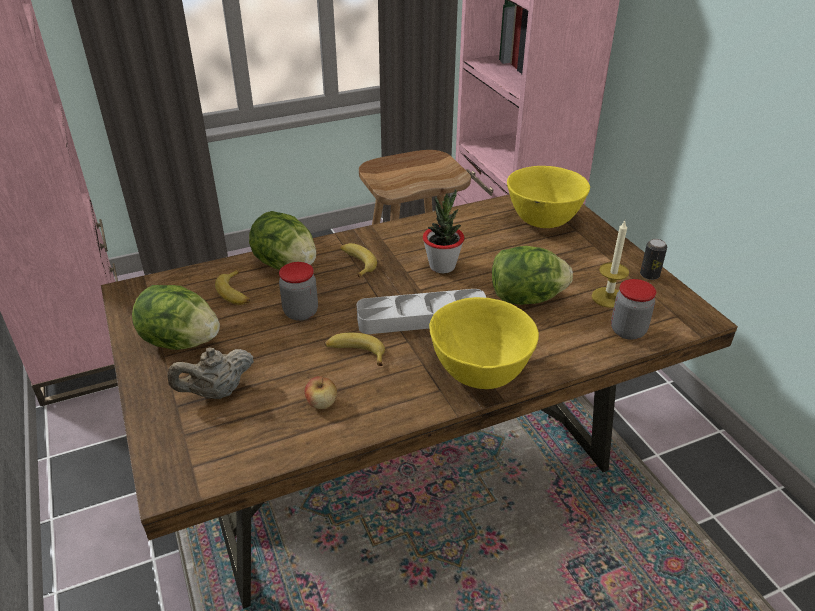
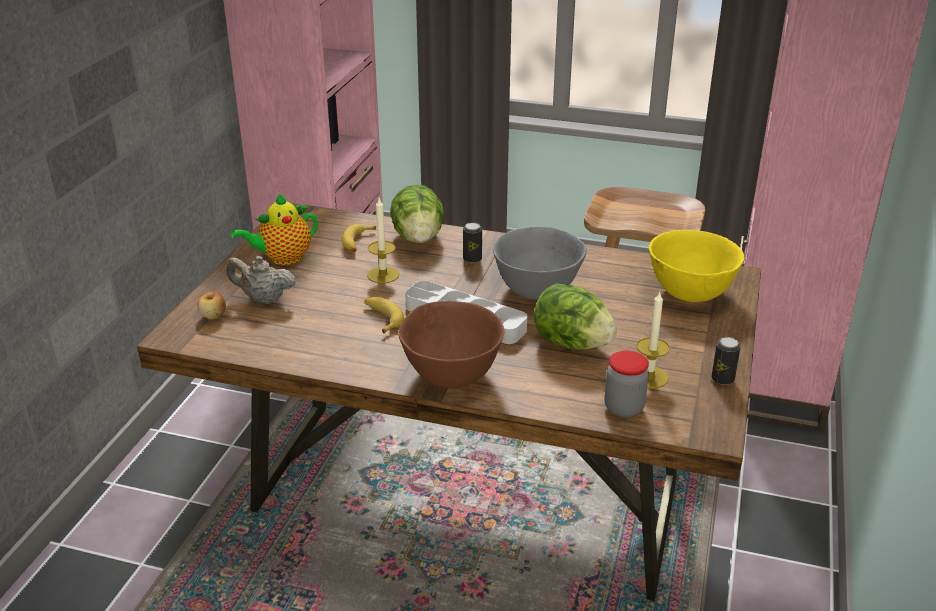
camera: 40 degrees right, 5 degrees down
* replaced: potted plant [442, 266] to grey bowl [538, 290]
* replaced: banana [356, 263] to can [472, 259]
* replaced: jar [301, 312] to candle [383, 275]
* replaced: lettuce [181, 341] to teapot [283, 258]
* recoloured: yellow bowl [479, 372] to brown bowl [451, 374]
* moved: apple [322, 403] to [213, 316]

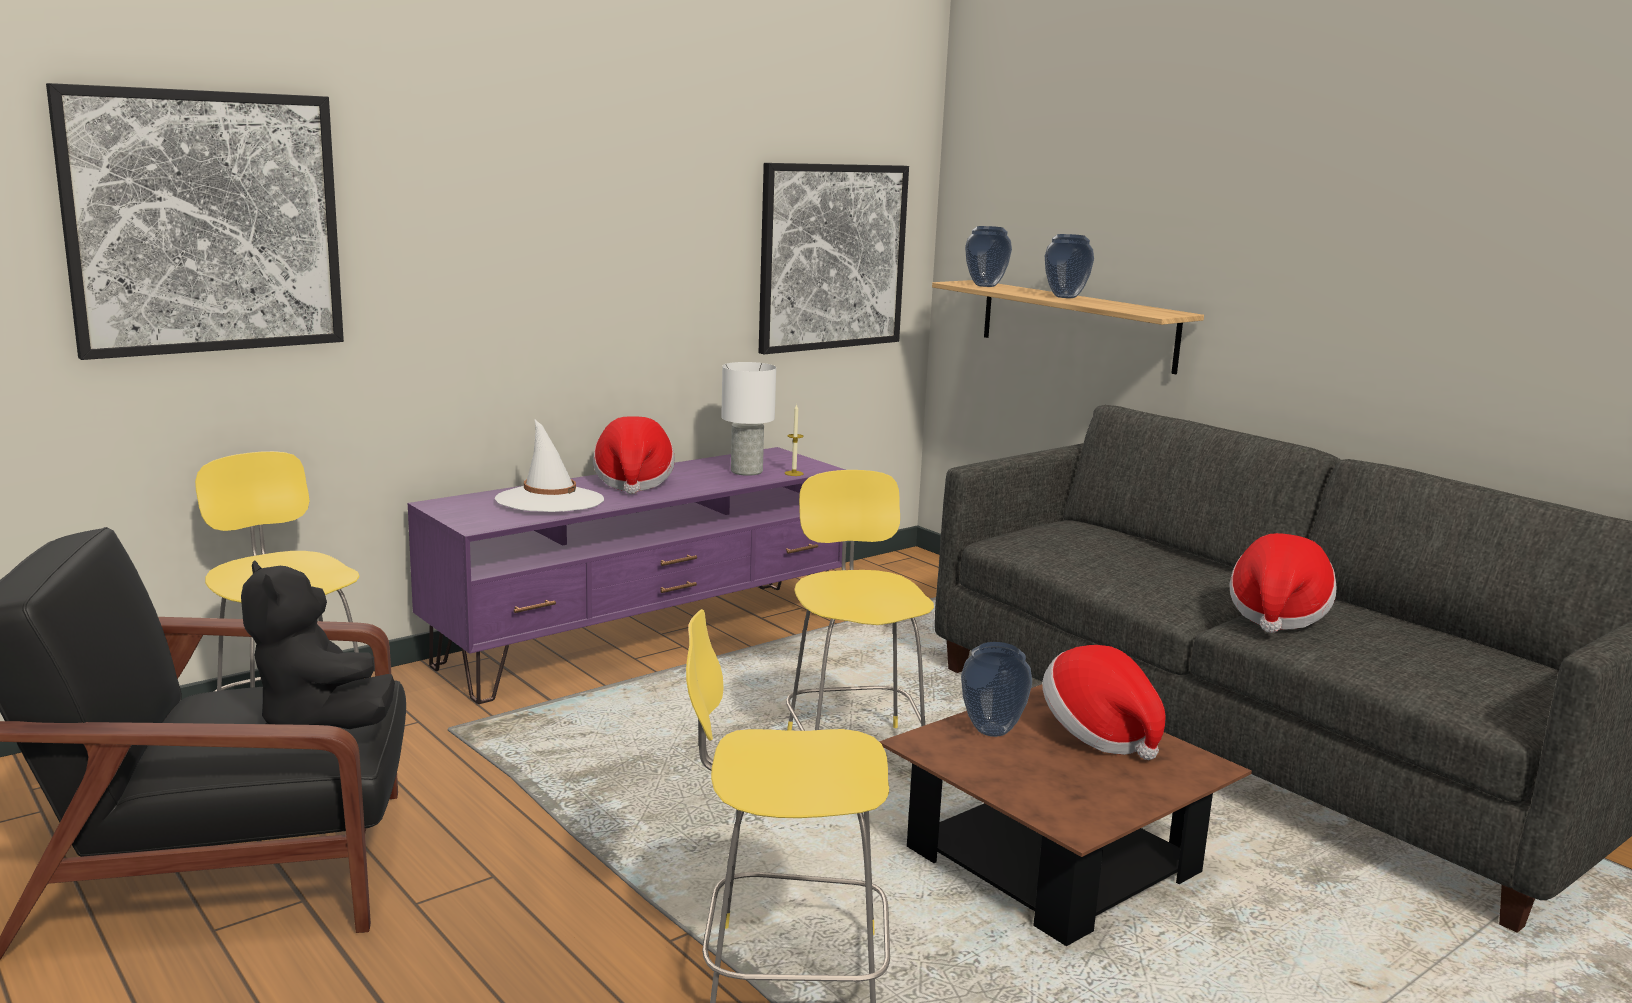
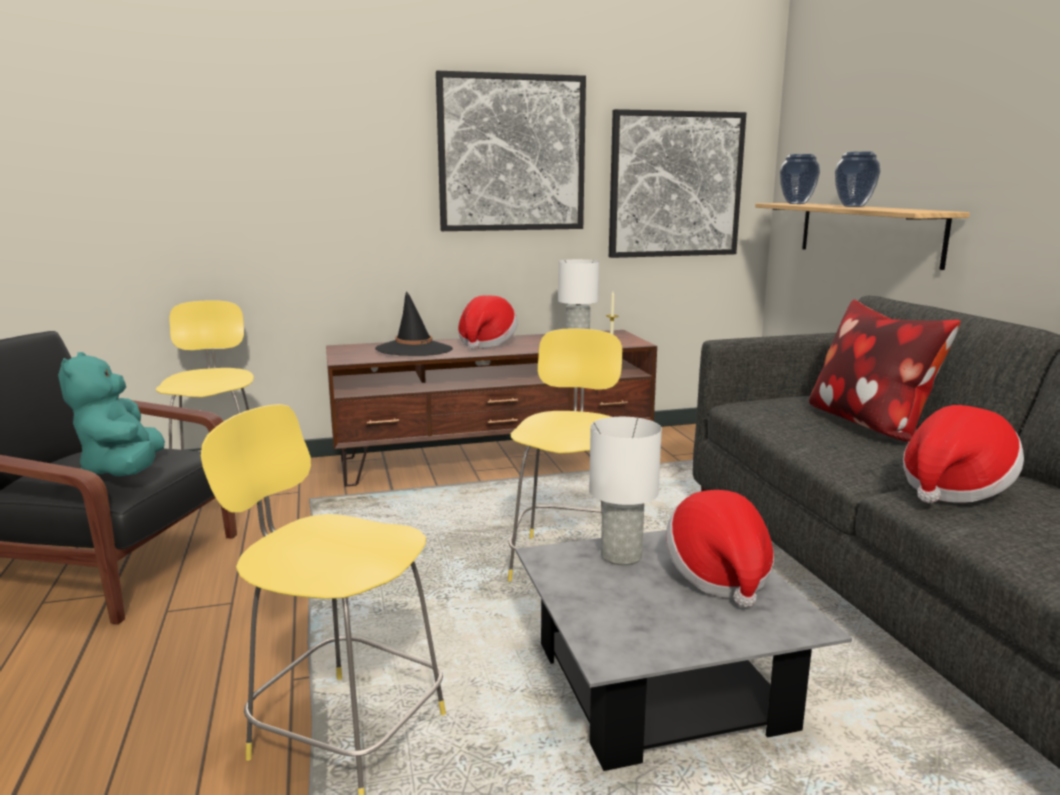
camera: 25 degrees right, 0 degrees up
* moved: picture [205, 222] to [512, 153]
* recoloured: white hat [550, 500] to black hat [414, 350]
* recoloured: purple tv stand [644, 638] to brown tv stand [494, 458]
* recoloured: black plush toy [317, 722] to turquoise plush toy [124, 471]
* replaced: vase [991, 731] to white table lamp [620, 556]
* recoloured: brown coffee table [1052, 860] to grey coffee table [660, 685]
* added: pillow [869, 424]

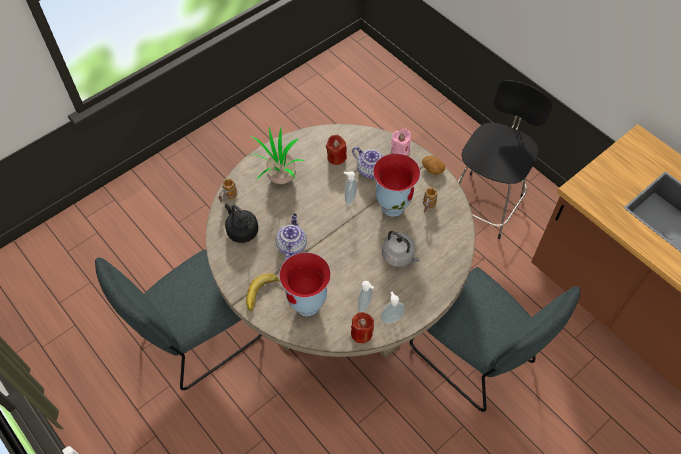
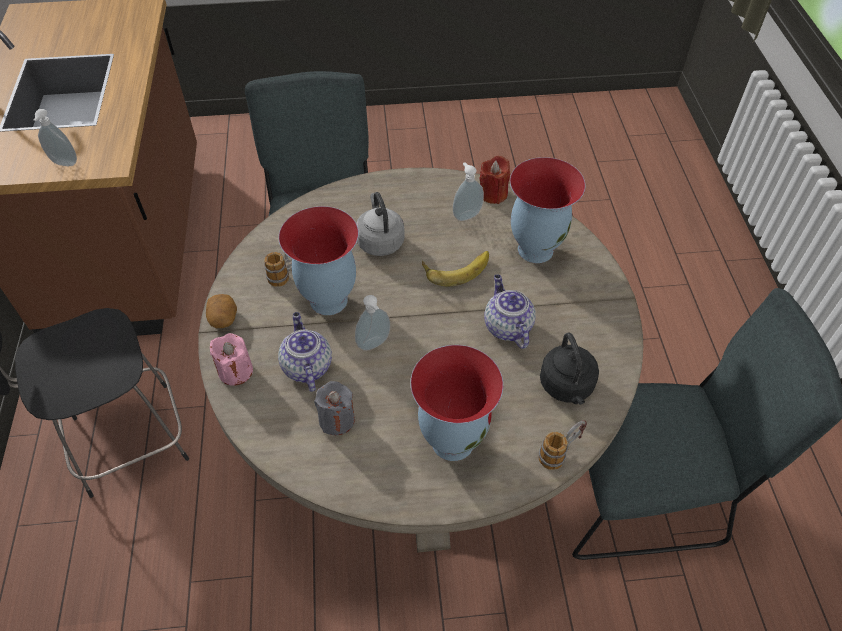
camera: 145 degrees left, 5 degrees down
* replaced: potted plant [279, 177] to vase [452, 439]
* recoloured: red candle [336, 157] to grey candle [337, 419]
* turned: teapot [291, 245] = [506, 326] 120 degrees clockwise
* moved: banana [264, 294] to [456, 267]
* moved: soap dispenser [391, 318] to [64, 164]

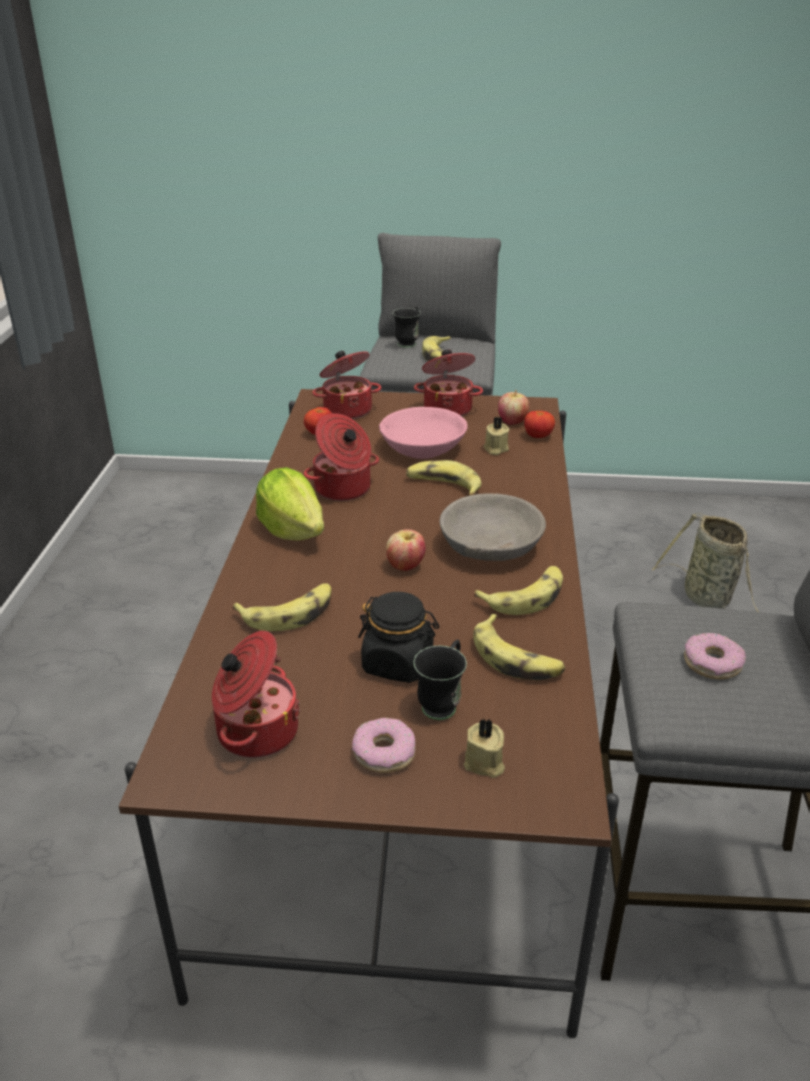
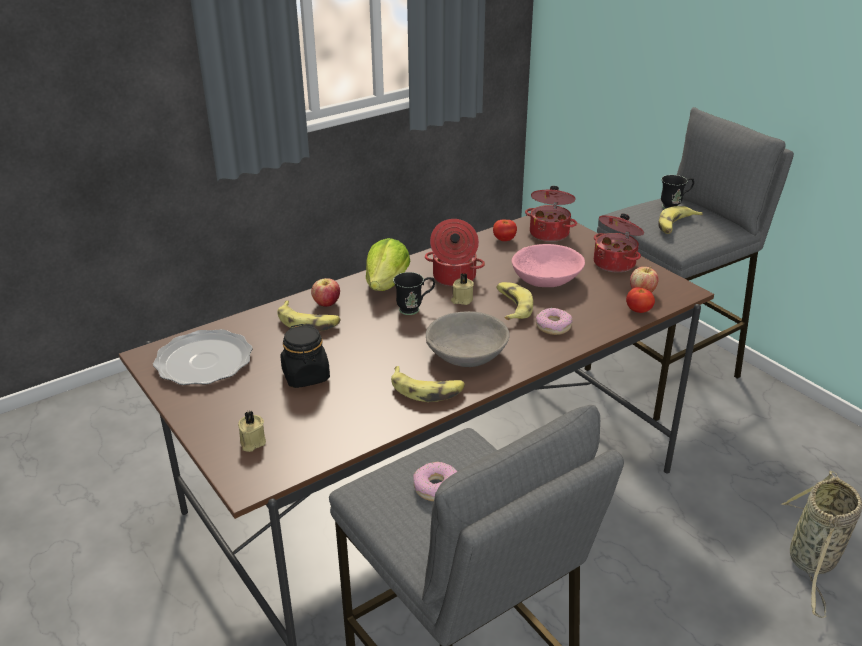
camera: 50 degrees right, 0 degrees up
* moved: beige candle [495, 449] to [461, 299]
* moved: apple [405, 566] to [326, 304]
* removed: banana [516, 658]
* replaced: cooking pot [255, 731] to plate [203, 361]
* moved: black mug [443, 702] to [414, 309]
* moved: donut [384, 753] to [553, 326]

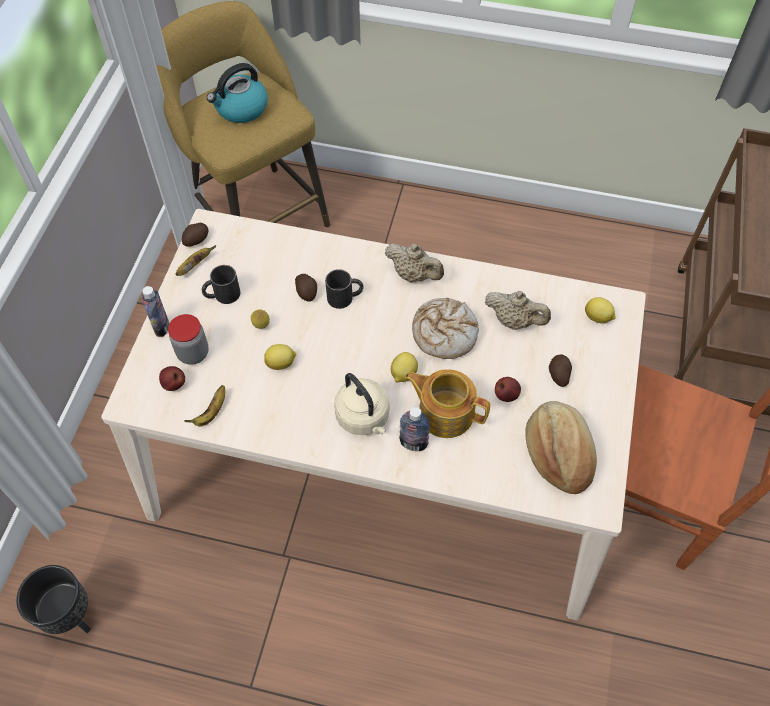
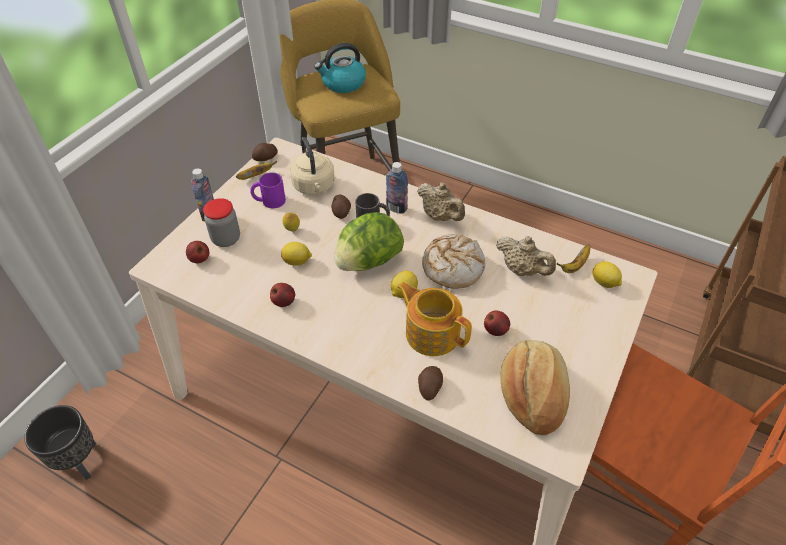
camera: 15 degrees right, 10 degrees down
* recoloured: black mug [222, 295] to purple mug [269, 201]
* moved: potato [558, 374] to [429, 387]
* moved: beige kettle [364, 418] to [314, 187]
* moved: banana [211, 412] to [574, 266]
* moved: bottle [413, 443] to [396, 208]
* added: lettuce [368, 261]
* added: apple [284, 302]

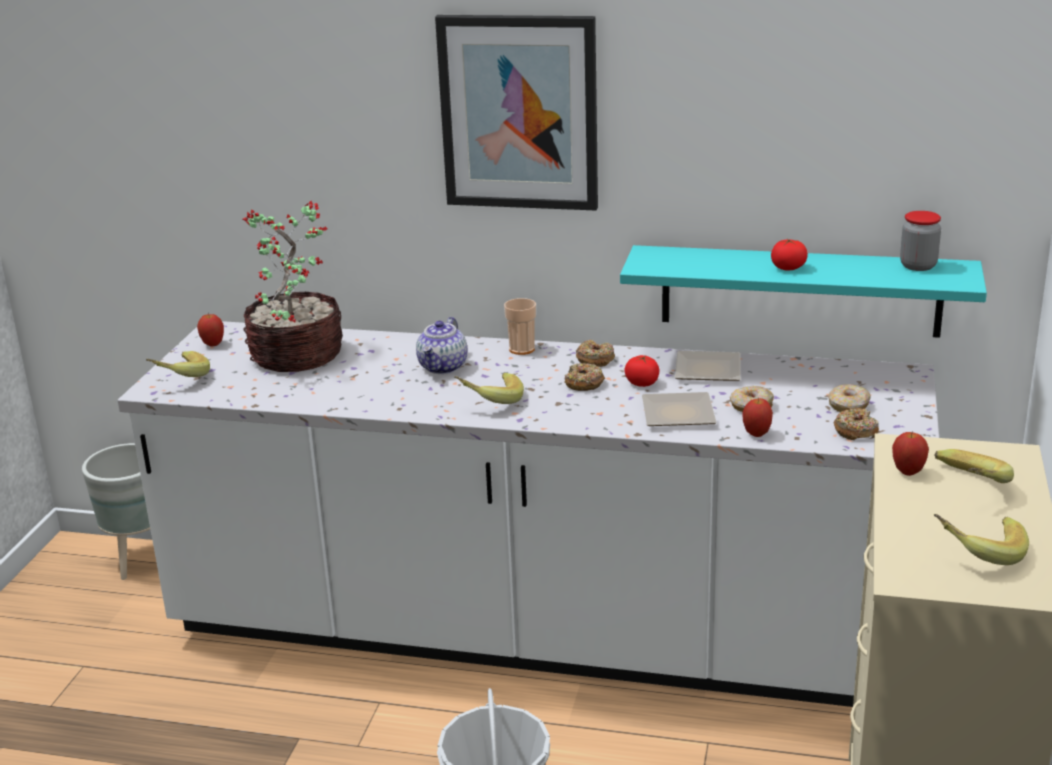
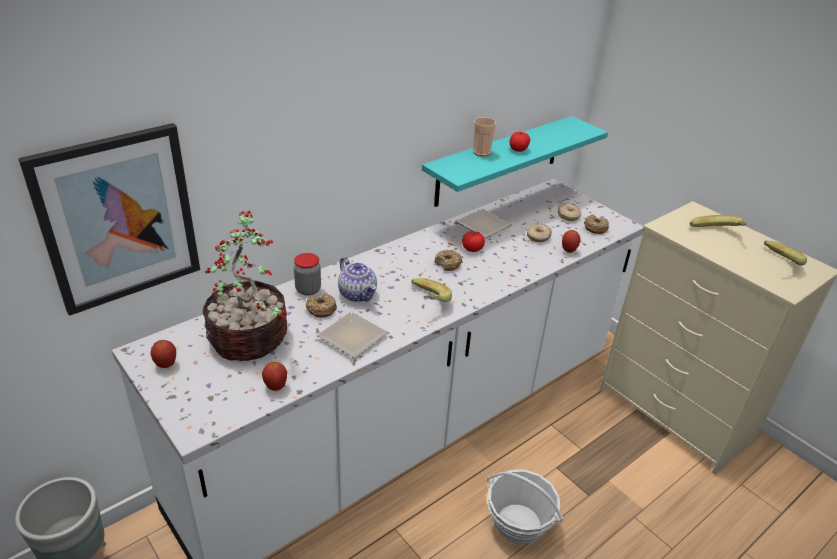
camera: 55 degrees left, 10 degrees up
* moved: picture [519, 112] to [118, 219]
* moved: jar [918, 266] to [308, 289]
* moved: cup [522, 349] to [481, 152]
* moved: donut [595, 360] to [321, 309]
* removed: banana [178, 378]
* moved: plate [680, 413] to [352, 335]
* moved: apple [908, 472] to [276, 387]

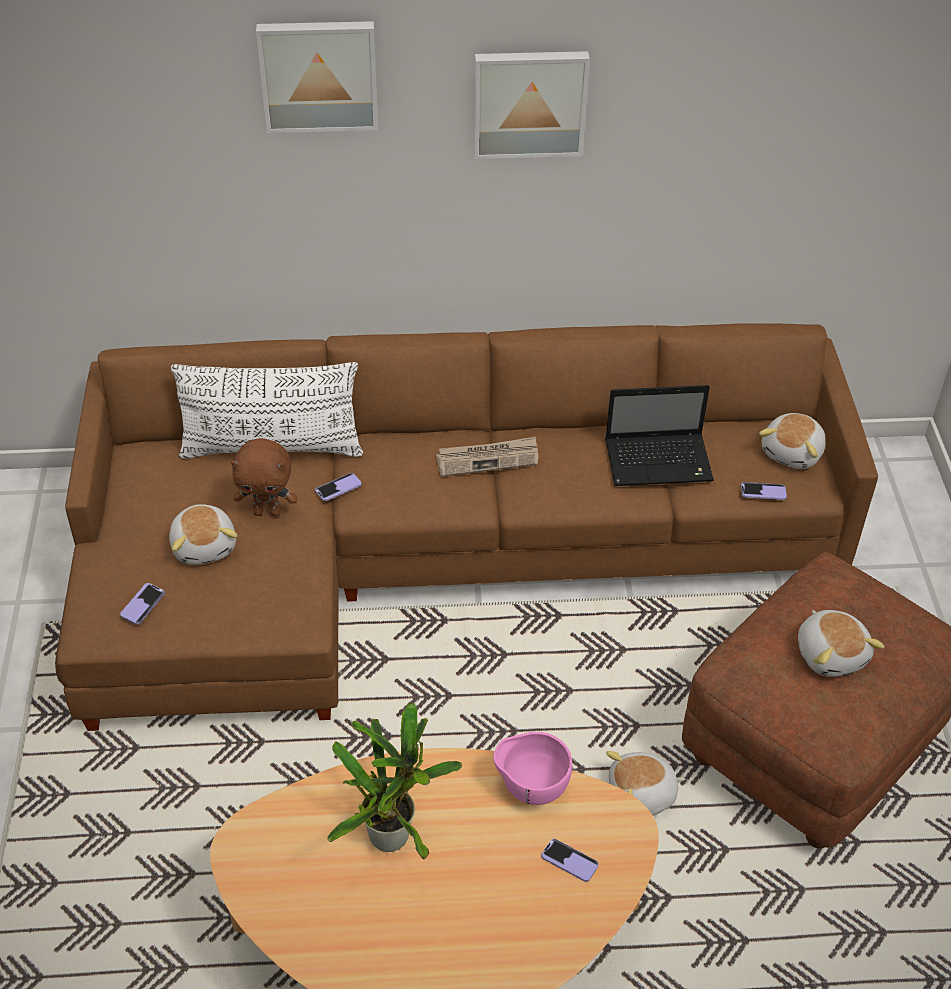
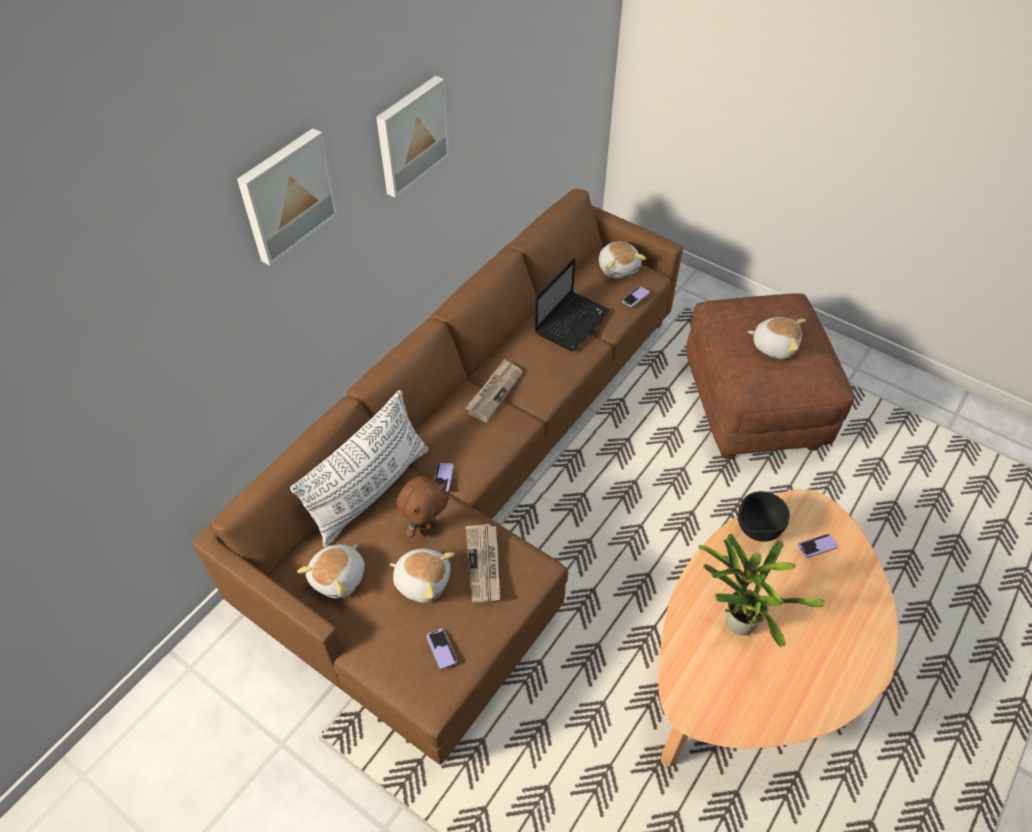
camera: 50 degrees left, 5 degrees up
* recoloured: pink bowl [531, 788] to black bowl [755, 532]
* moved: plush toy [642, 795] to [339, 577]
* added: newspaper [484, 564]

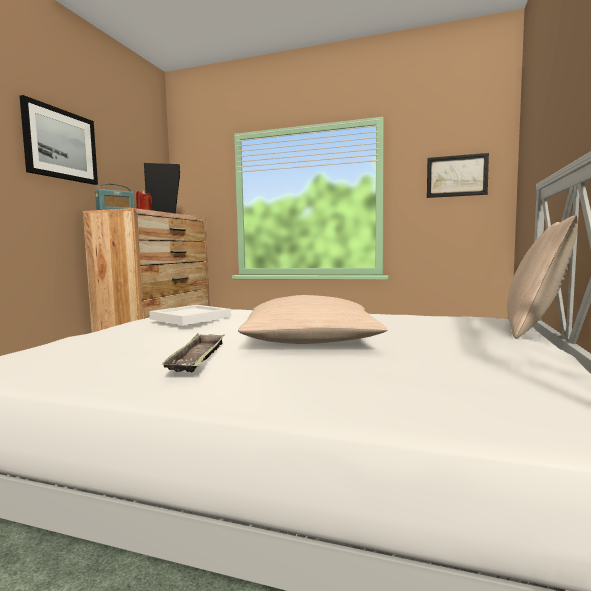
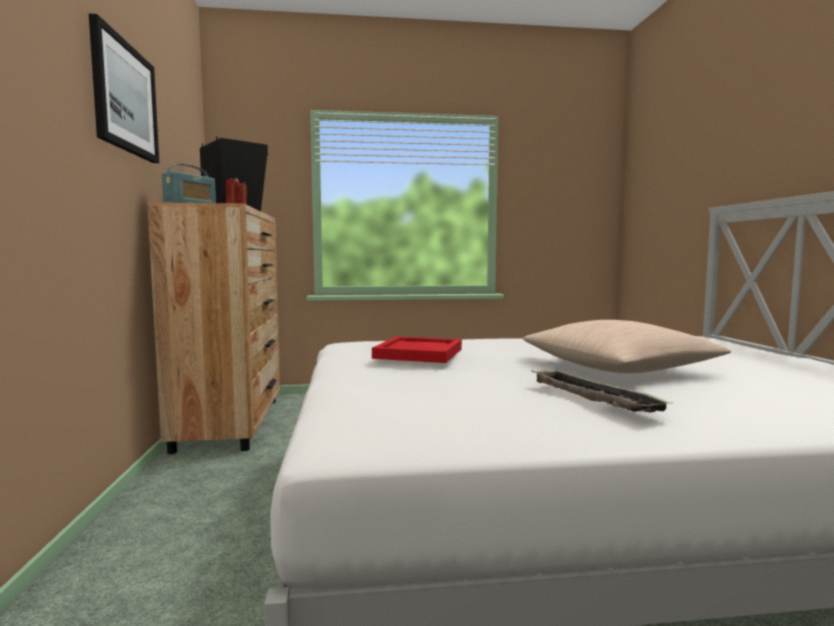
camera: 25 degrees left, 0 degrees up
* removed: picture [456, 176]
* removed: beige pillow [535, 329]
* recoloured: white tray [192, 318] to red tray [420, 353]

